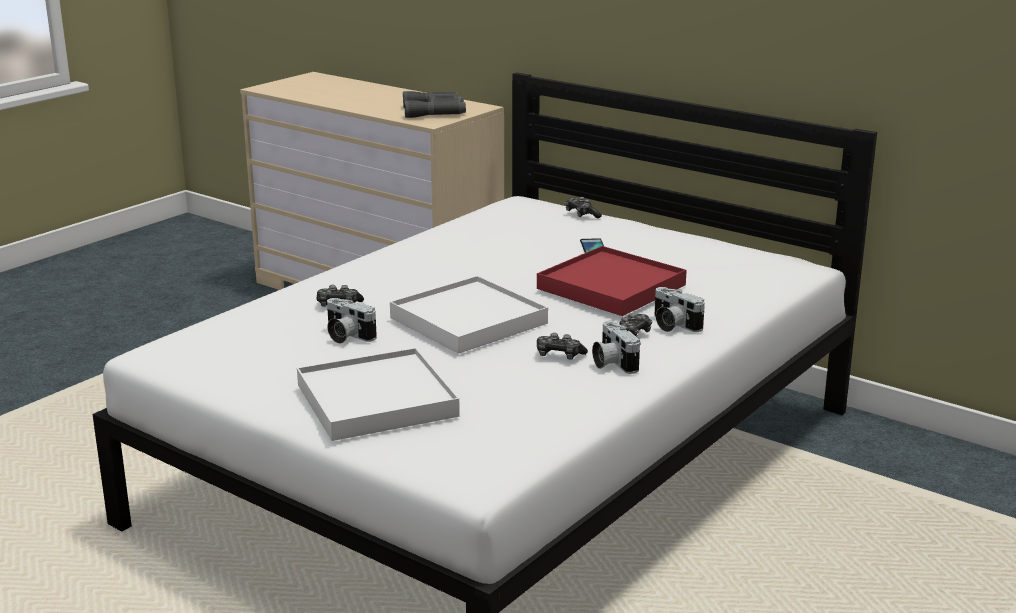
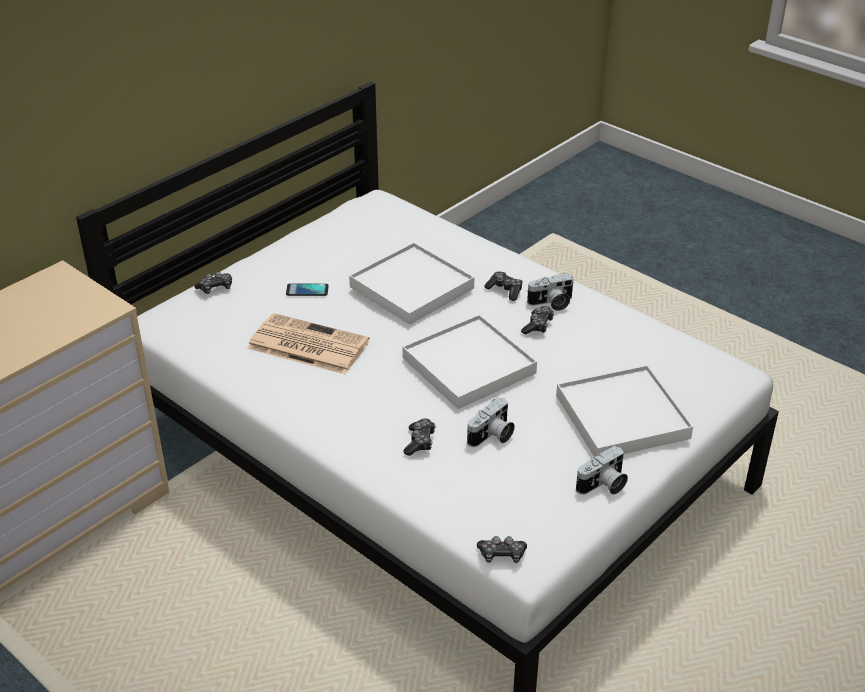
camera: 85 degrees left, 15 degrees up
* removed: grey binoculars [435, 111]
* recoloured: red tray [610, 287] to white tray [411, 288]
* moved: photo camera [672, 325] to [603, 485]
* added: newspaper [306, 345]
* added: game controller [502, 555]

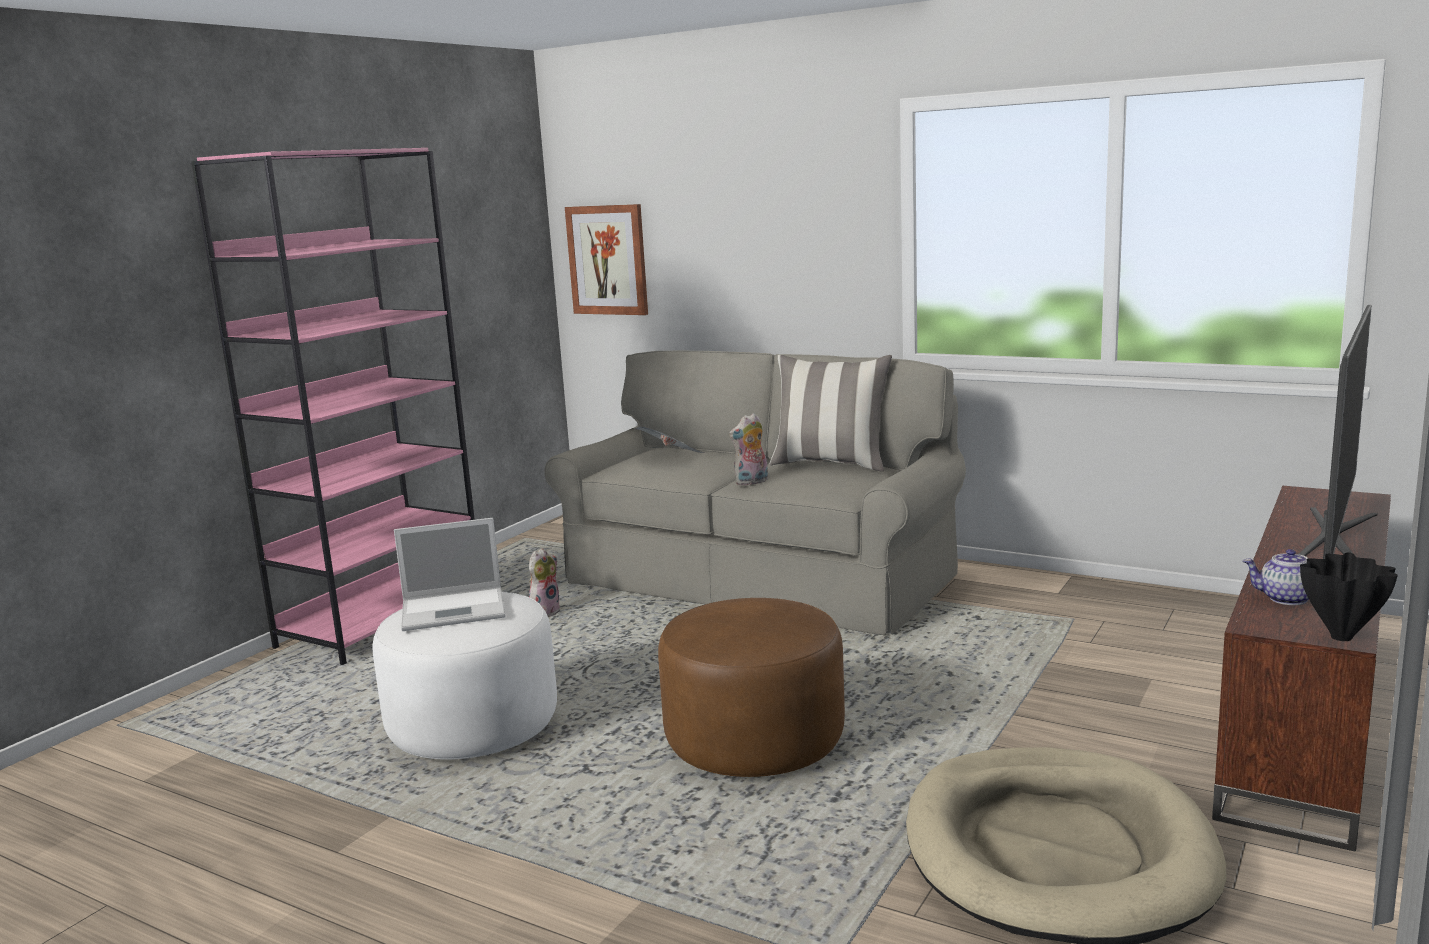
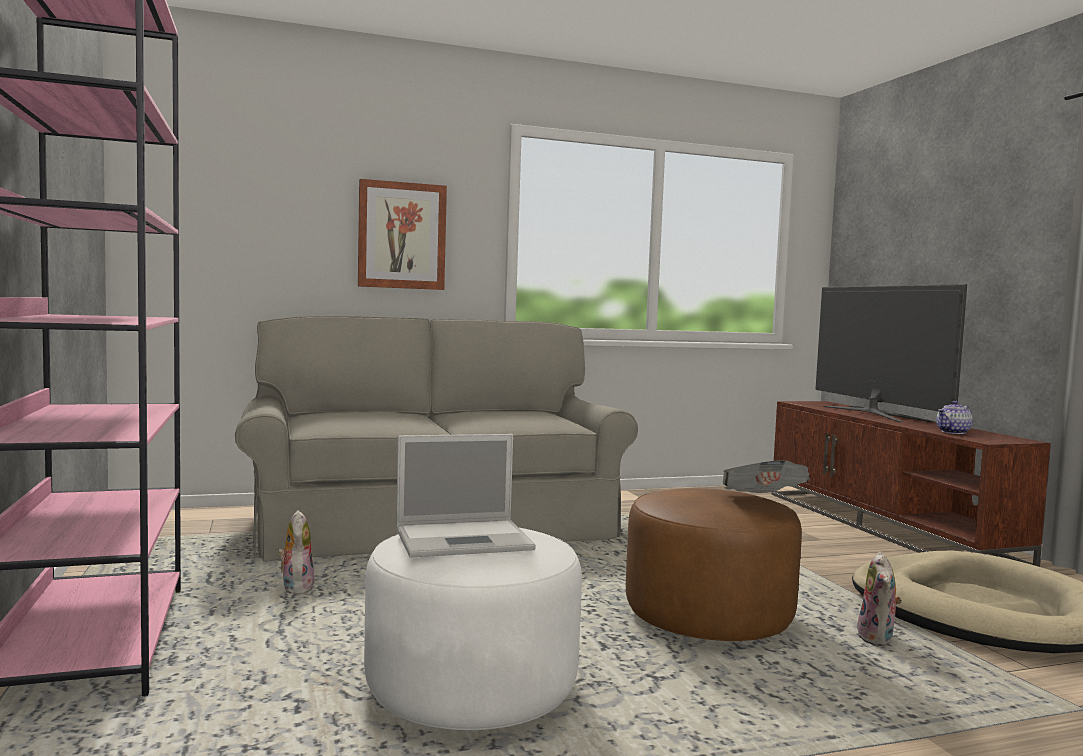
camera: 50 degrees left, 10 degrees down
* moved: picture [608, 260] to [402, 235]
* removed: pillow [831, 464]
* moved: plush toy [751, 482] to [878, 639]
* moved: newspaper [671, 458] to [763, 502]
* turned: laptop [456, 609] = [466, 539] 45 degrees clockwise
* removed: black vase [1341, 638]

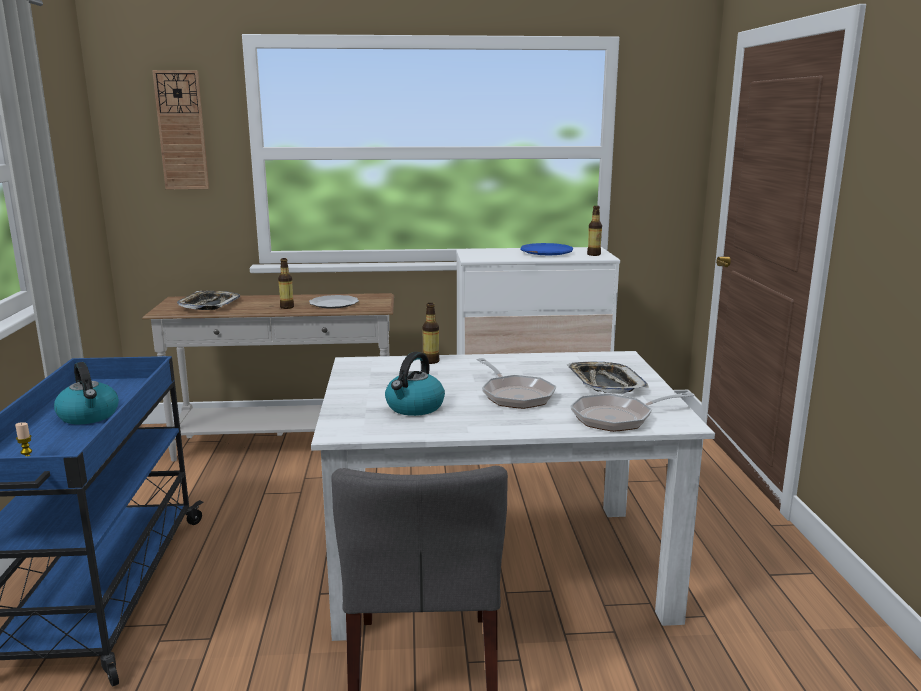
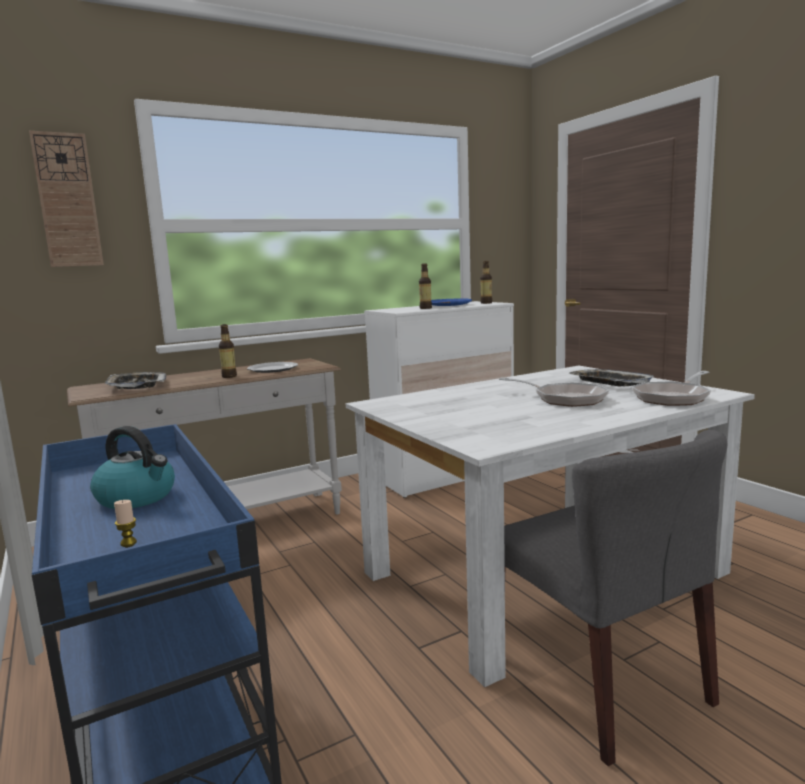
camera: 25 degrees left, 5 degrees down
* moved: bottle [431, 361] to [425, 308]
* removed: kettle [414, 407]

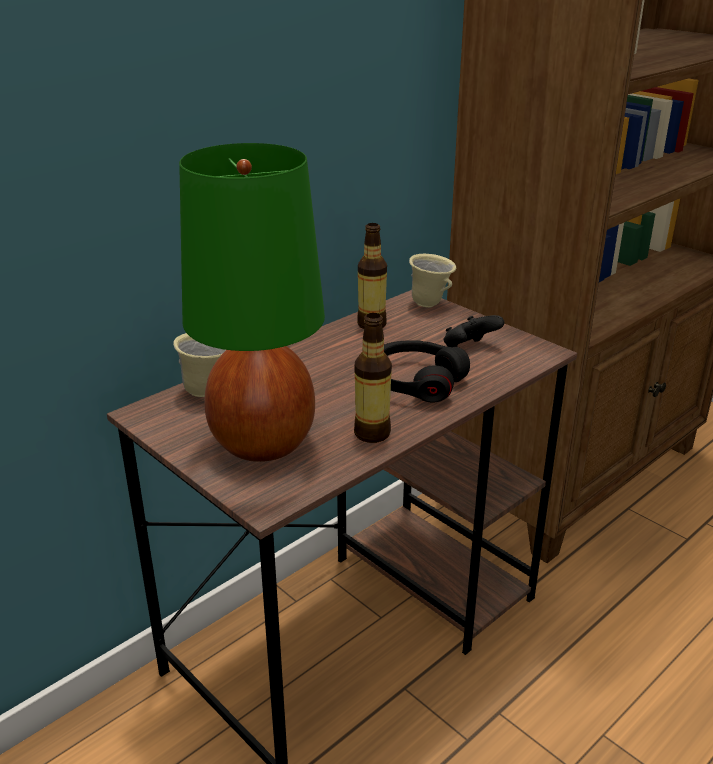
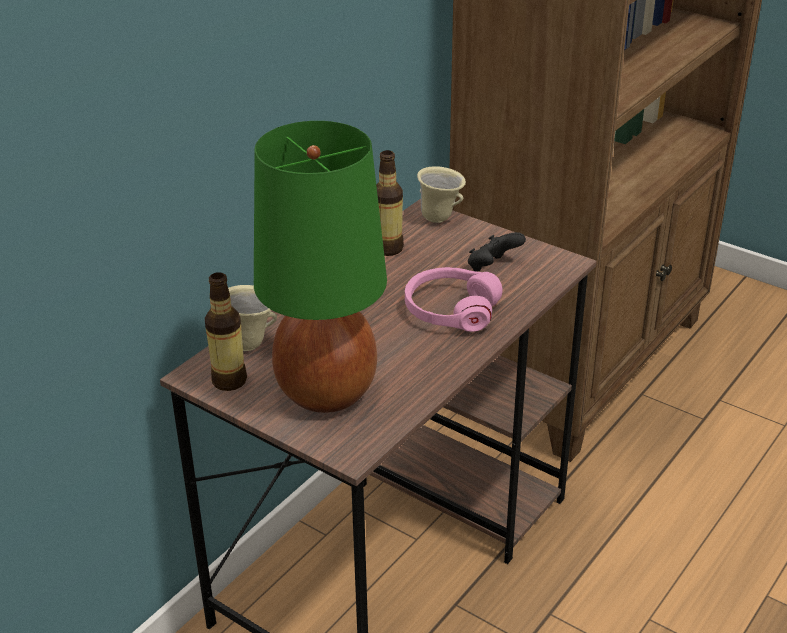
camera: 10 degrees left, 5 degrees up
* moved: bottle [372, 433] to [229, 381]
* recoloured: black headphones [415, 382] to pink headphones [451, 310]

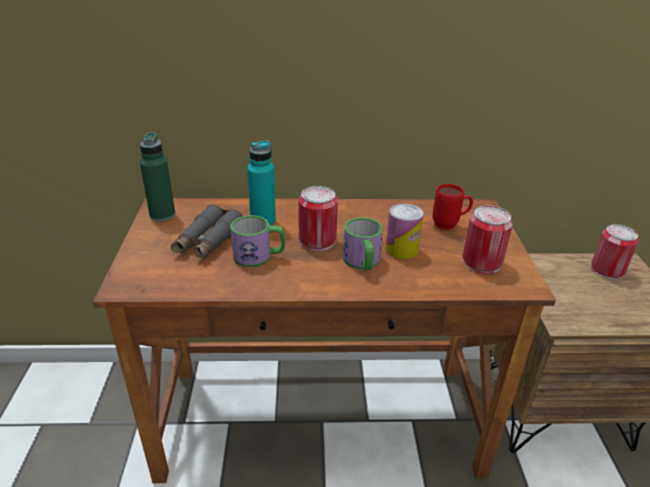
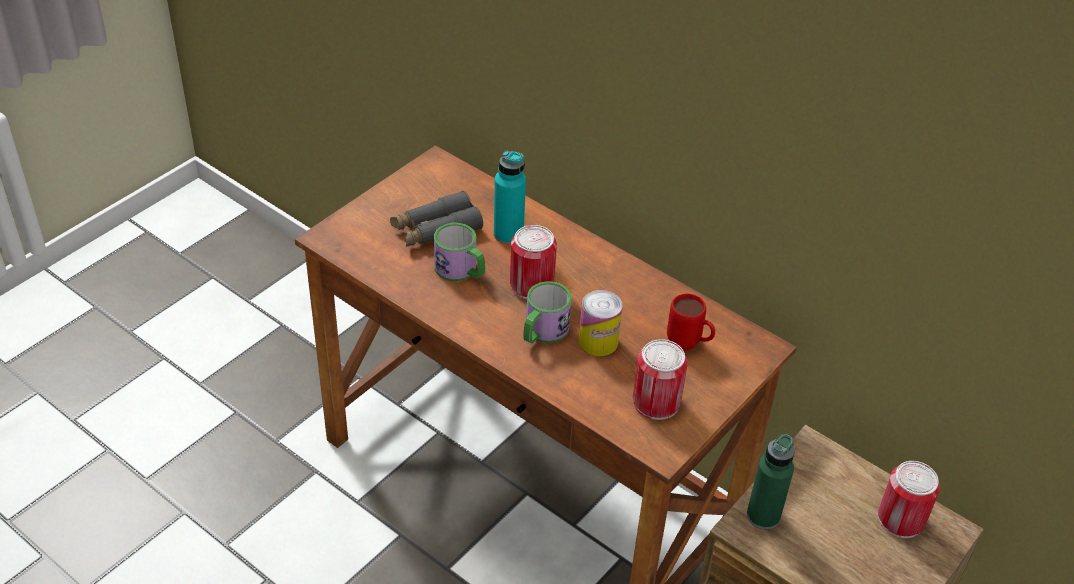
camera: 40 degrees right, 10 degrees up
* moved: green bottle [162, 215] to [763, 516]

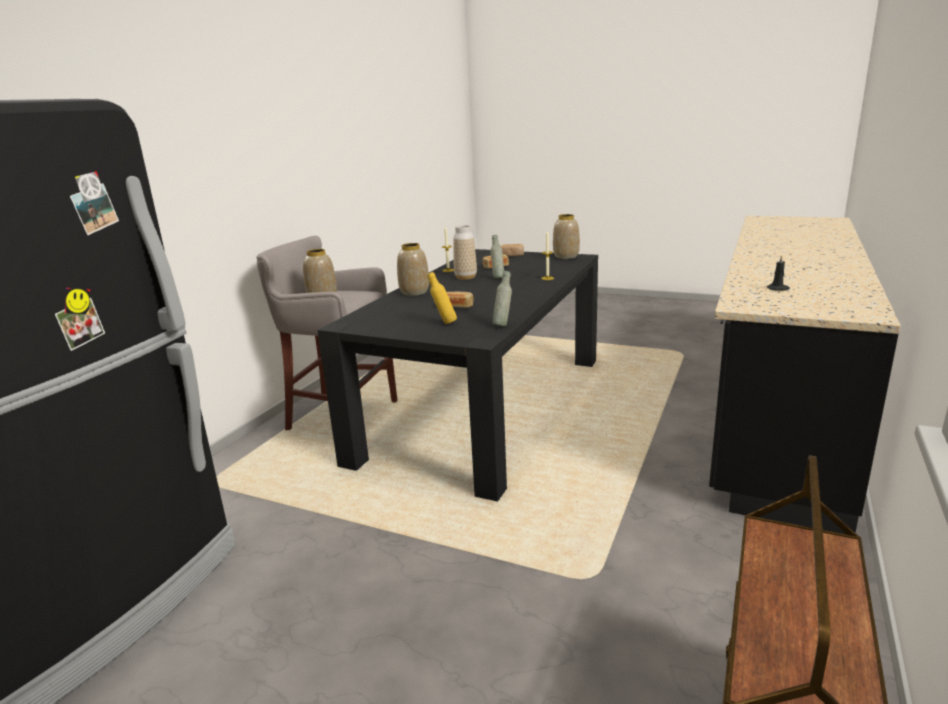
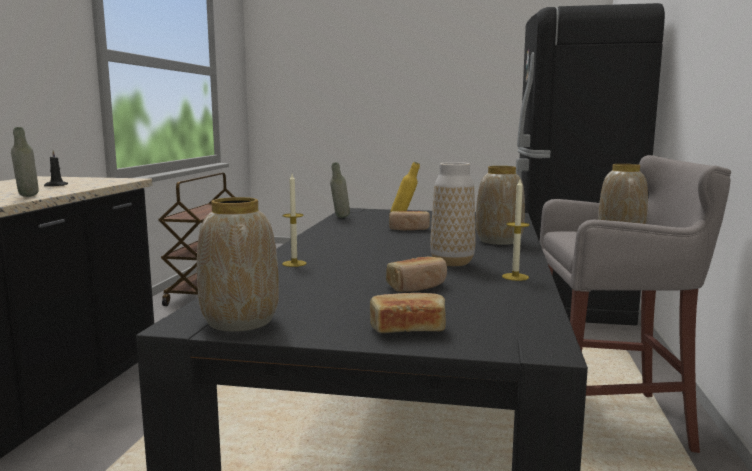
camera: 165 degrees right, 10 degrees down
* moved: grey bottle [497, 278] to [28, 197]

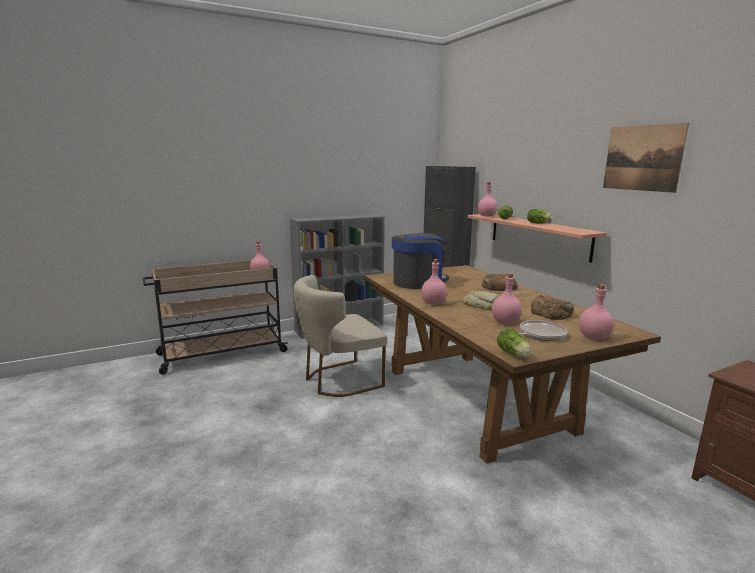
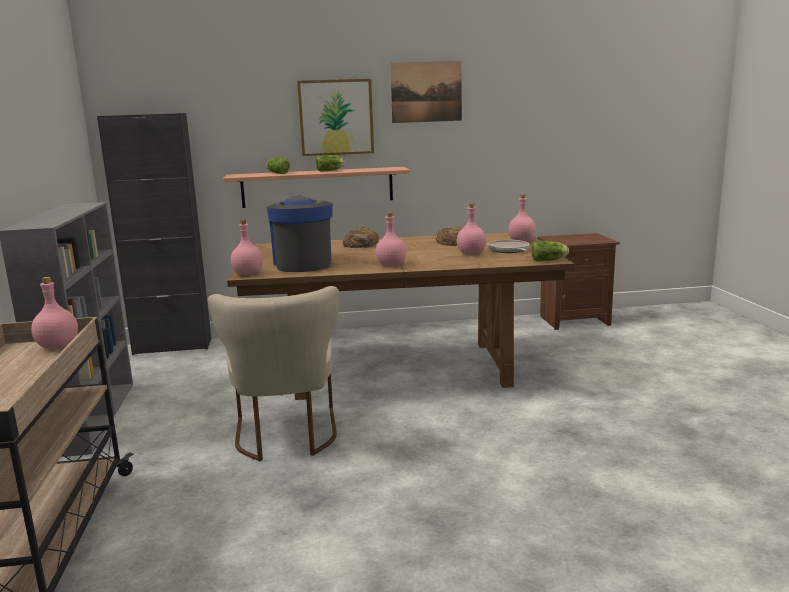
camera: 70 degrees left, 0 degrees up
* moved: pink bottle [486, 216] to [247, 274]
* removed: bread [483, 306]
* added: picture [336, 117]

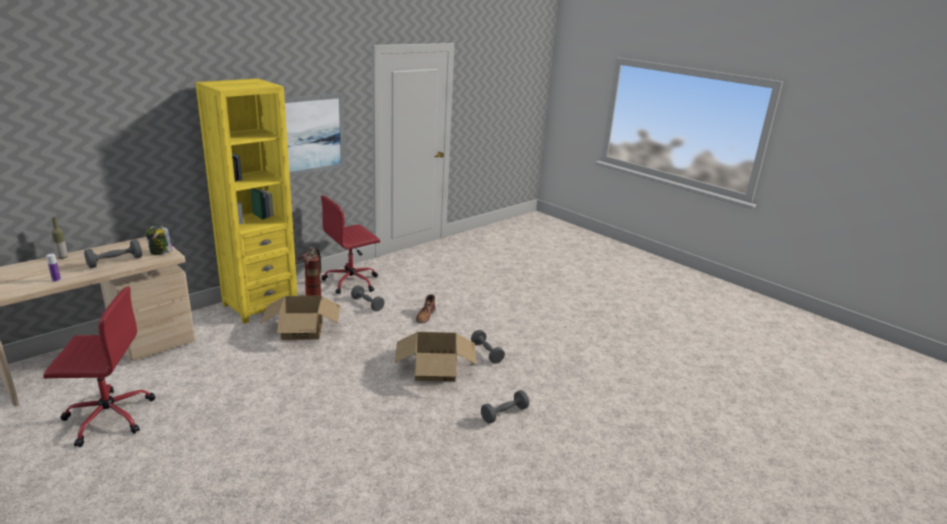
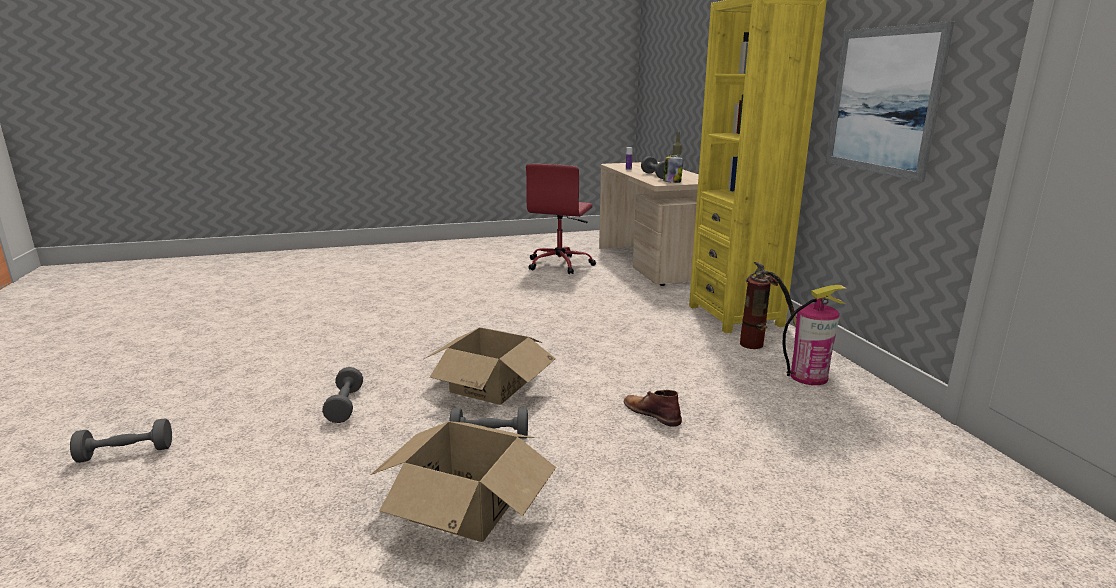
camera: 120 degrees right, 5 degrees down
* replaced: red office chair [352, 282] to fire extinguisher [808, 377]
* moved: grey dumbbell [367, 304] to [126, 453]
* moved: cardboard box [303, 330] to [465, 506]

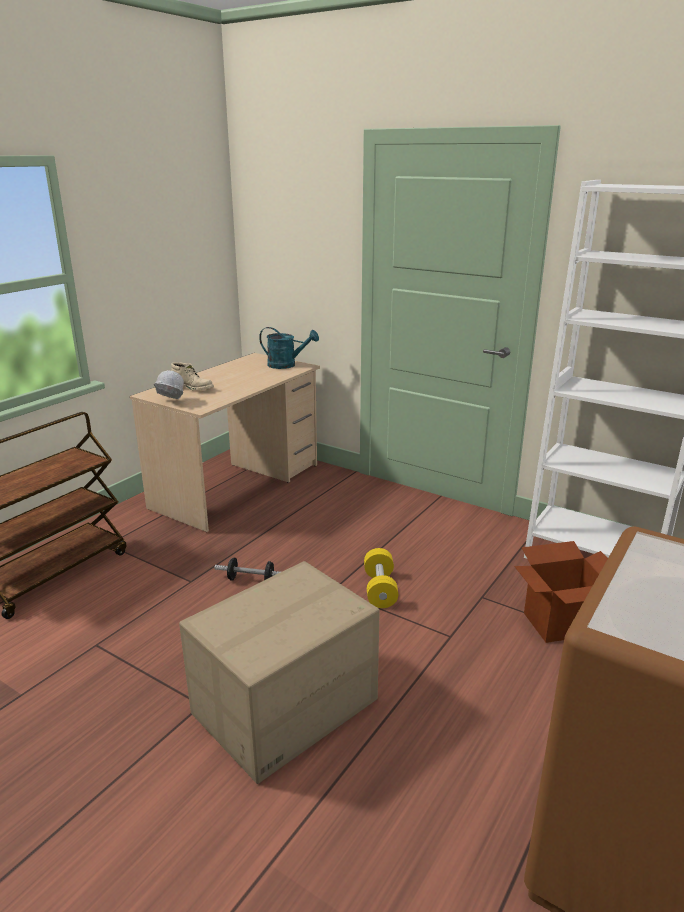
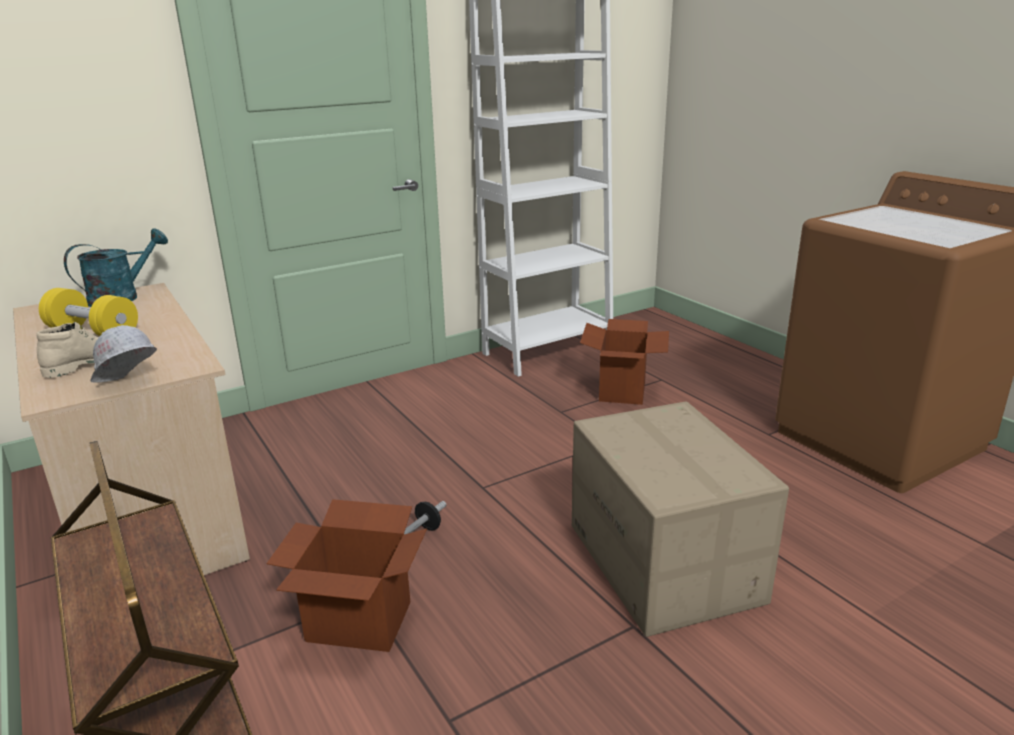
camera: 65 degrees left, 0 degrees up
* moved: yellow dumbbell [380, 589] to [93, 332]
* added: cardboard box [358, 622]

